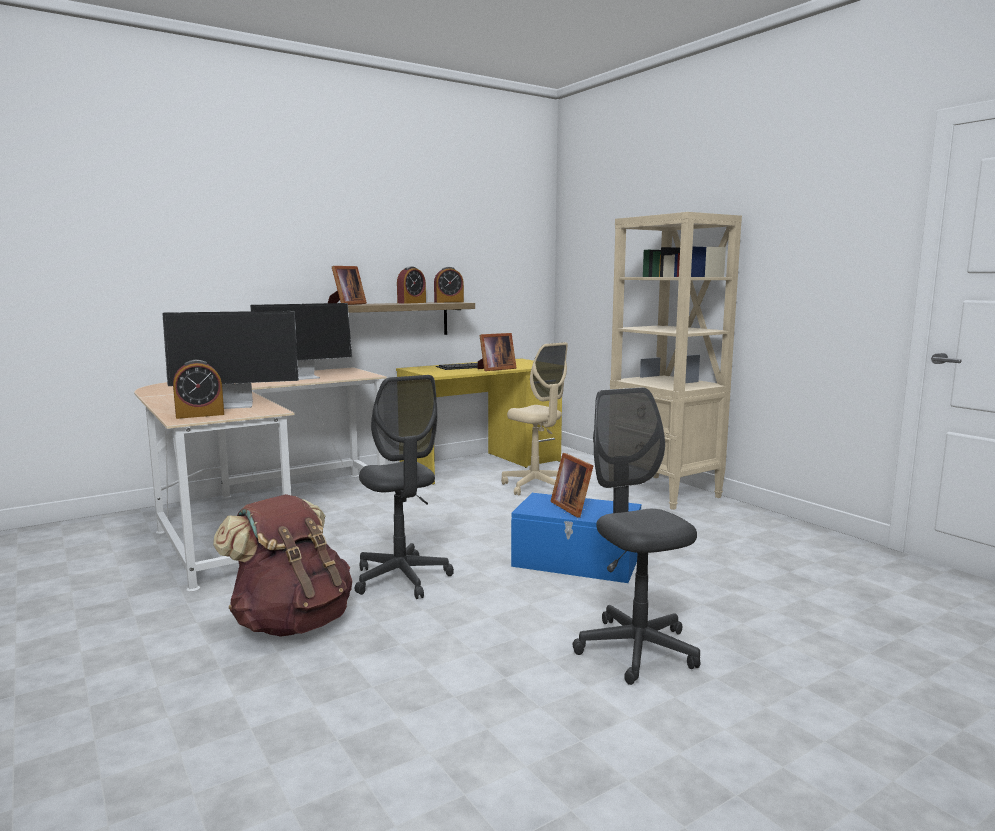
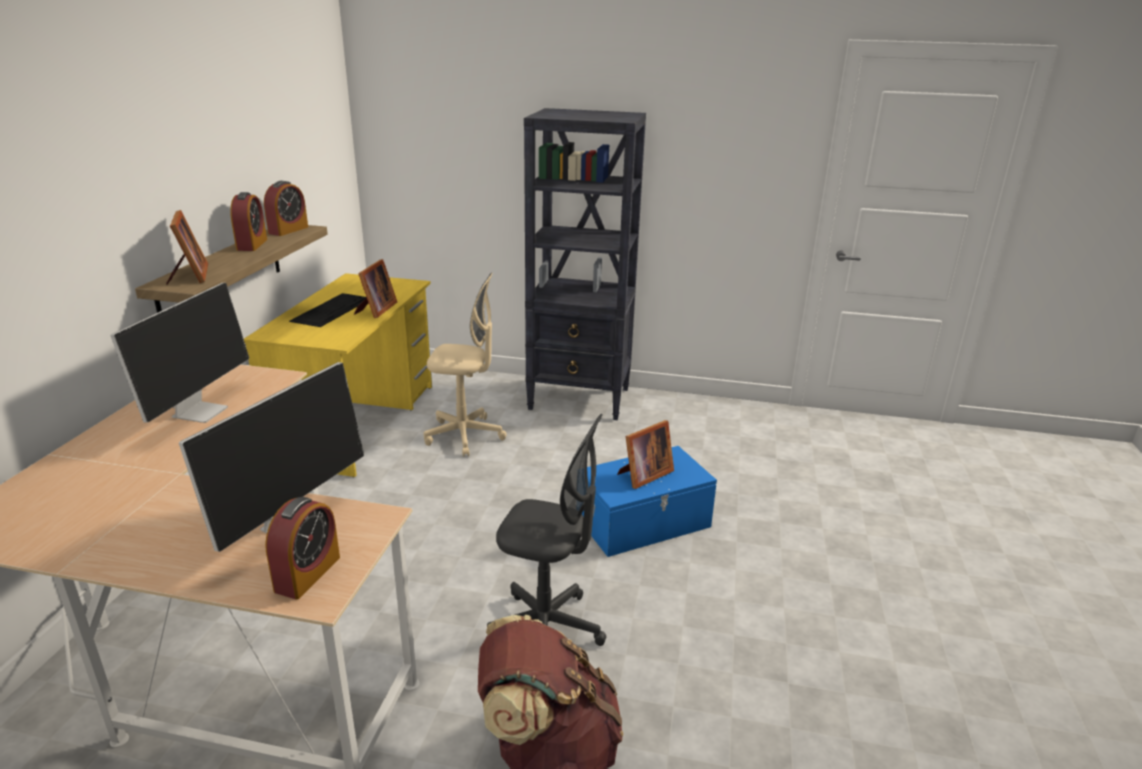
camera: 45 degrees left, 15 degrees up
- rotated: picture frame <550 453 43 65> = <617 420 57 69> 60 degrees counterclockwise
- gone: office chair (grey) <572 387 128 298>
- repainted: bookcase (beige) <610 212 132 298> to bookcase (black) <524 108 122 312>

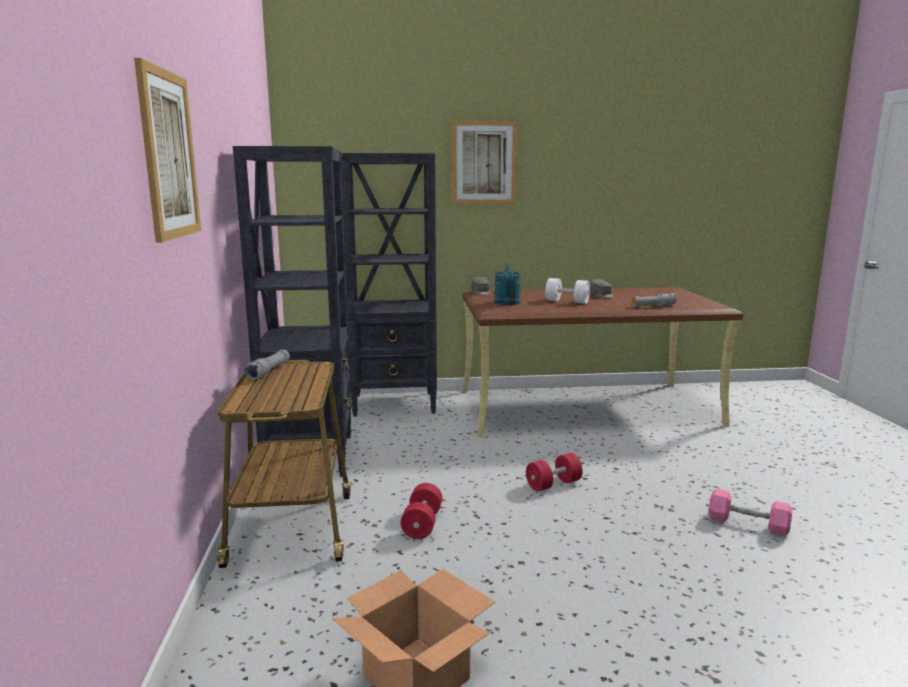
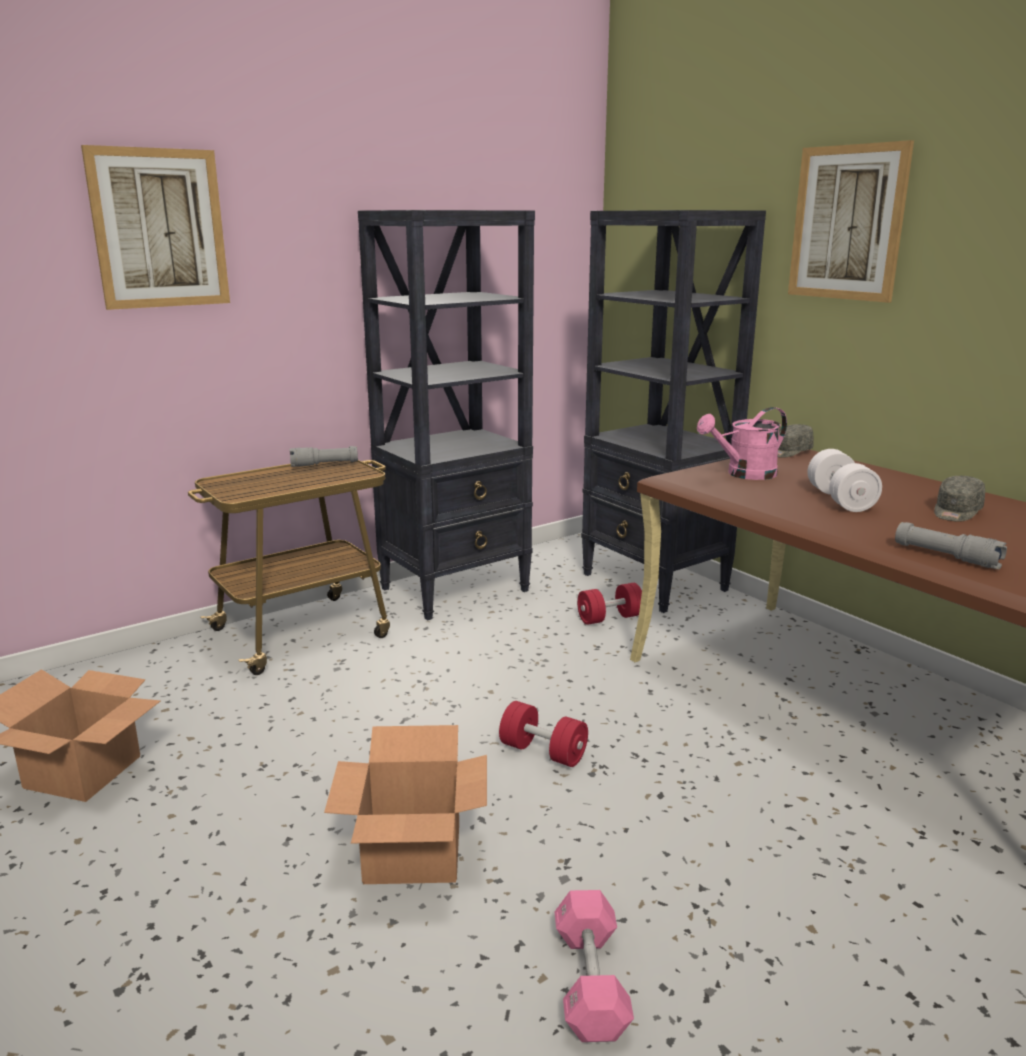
camera: 60 degrees right, 5 degrees up
- shifted: dumbbell (red) <400 483 42 56> to <577 583 65 42>
- repainted: watering can (turquoise) <494 264 27 41> to watering can (pink) <697 407 90 73>
- new: cardboard box <324 725 163 159>

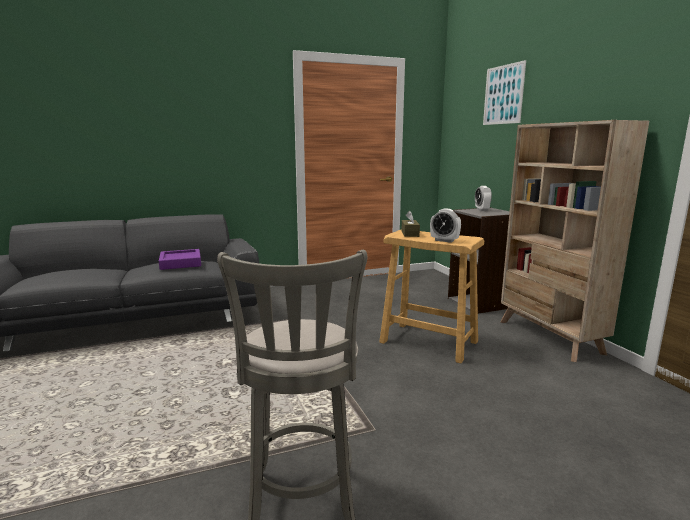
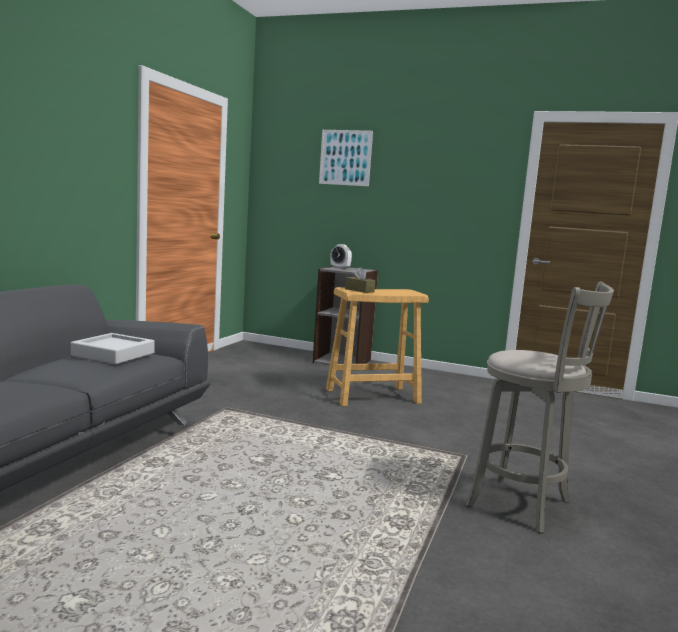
camera: 50 degrees left, 5 degrees down
- repainted: tray (purple) <159 249 42 21> to tray (grey) <71 333 84 31>
- gone: alarm clock <430 208 31 35>
- gone: bookcase (beige) <501 120 148 242>

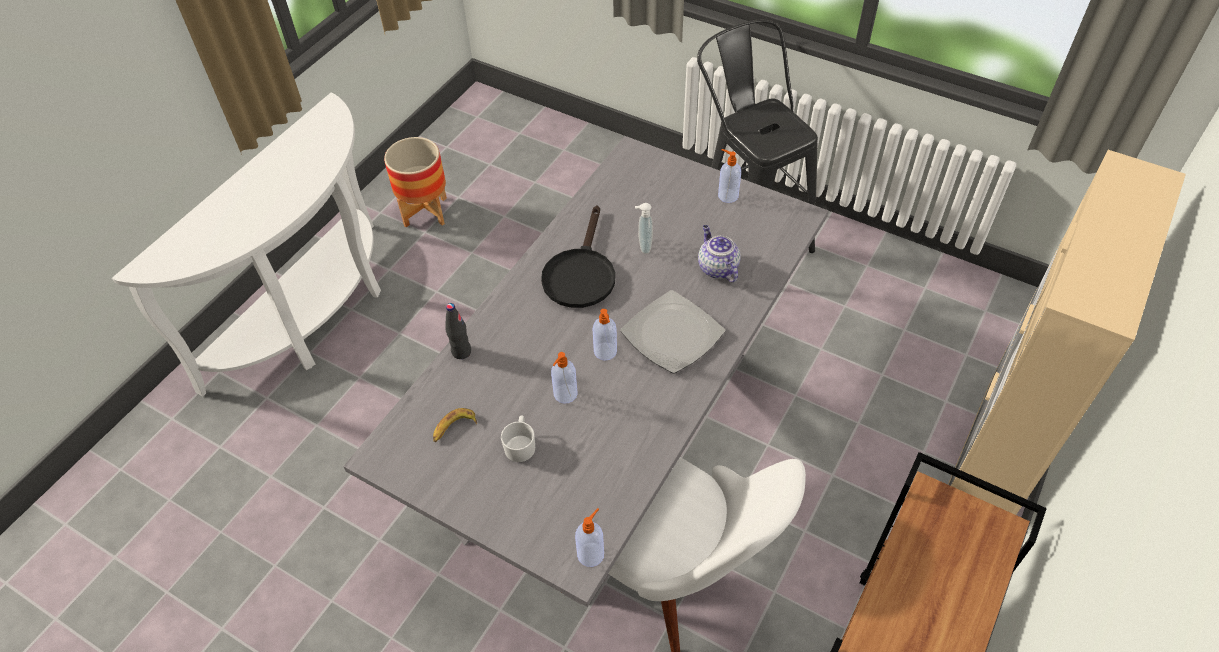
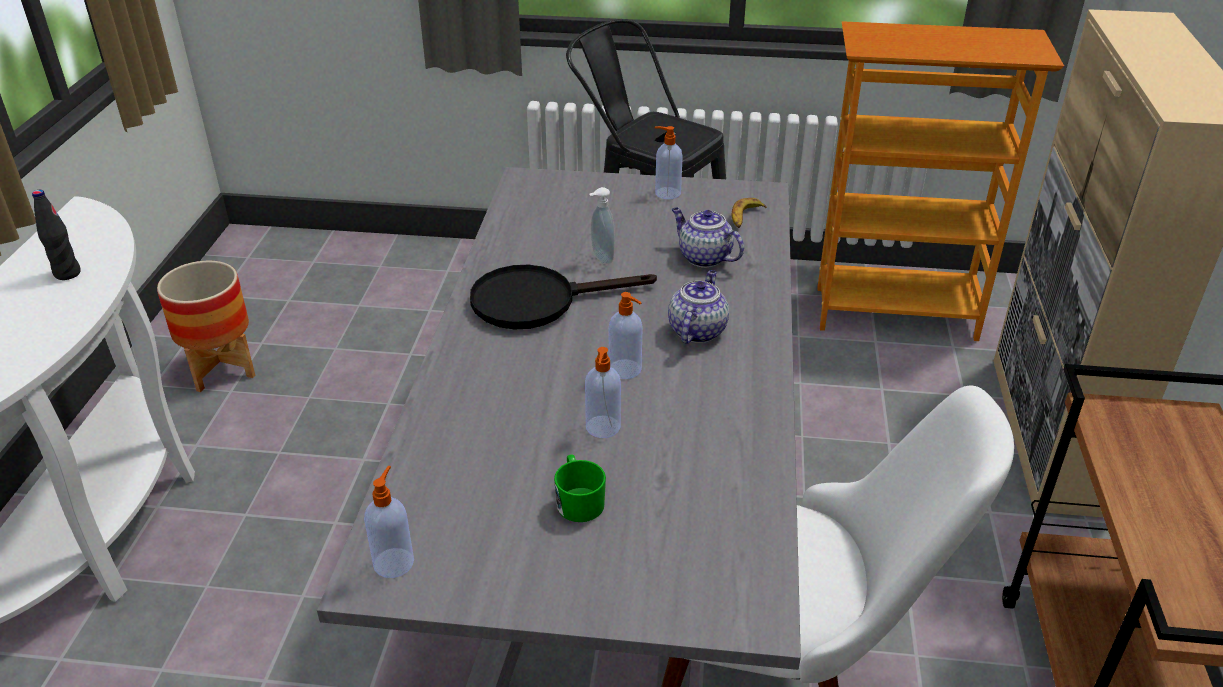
camera: 25 degrees left, 15 degrees down
- shifted: banana <433 408 44 34> to <732 198 35 30>
- shifted: bottle (black) <445 303 26 56> to <32 190 49 90>
- repainted: mug (white) <501 416 34 46> to mug (green) <554 454 52 68>
- rotated: frying pan (black) <541 205 74 103> = <470 265 187 64> 90 degrees clockwise
- shifted: soap dispenser <575 508 29 59> to <364 466 50 112>
- swapped: plate <620 290 105 83> to teapot <668 270 61 74>
- new: bookcase <817 21 247 320>

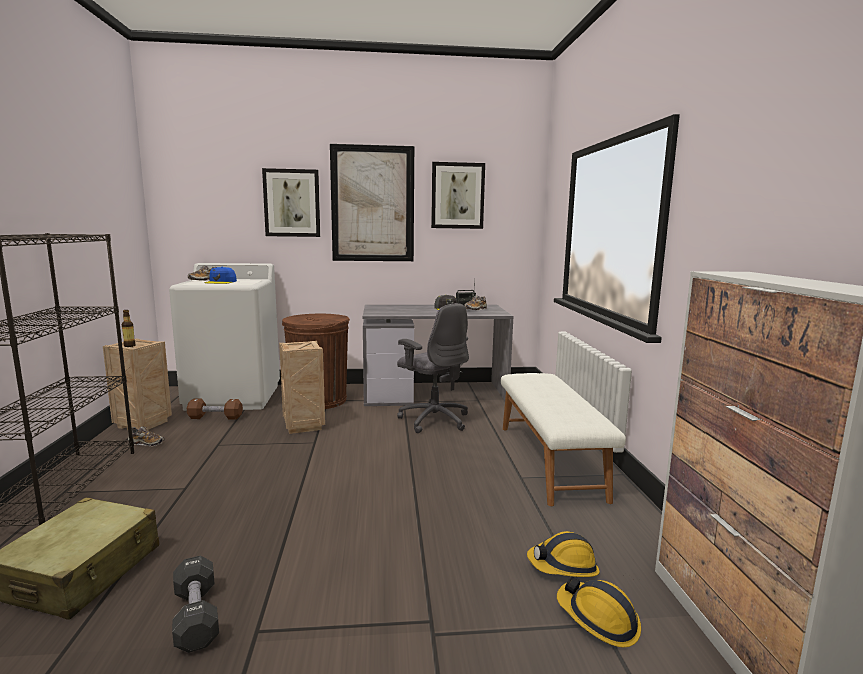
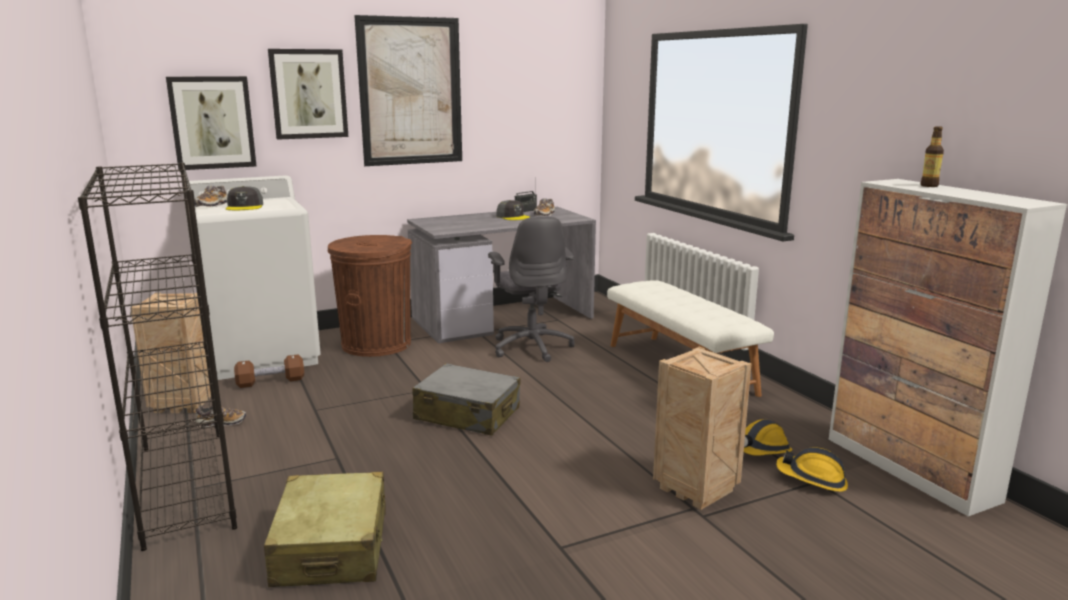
camera: 20 degrees left, 5 degrees up
- shifted: bottle <122 310 14 37> to <921 126 23 61>
- gone: dumbbell (black) <172 556 47 97>
- repainted: cap (blue) <204 267 33 17> to cap (grey) <226 186 37 24>
- shifted: crate <279 341 46 93> to <653 347 99 163>
- rotated: office chair (grey) <397 303 72 130> = <488 216 87 146> 45 degrees clockwise
- shifted: picture <431 162 54 67> to <166 76 90 94>
- new: suitcase (grey) <412 363 108 73>

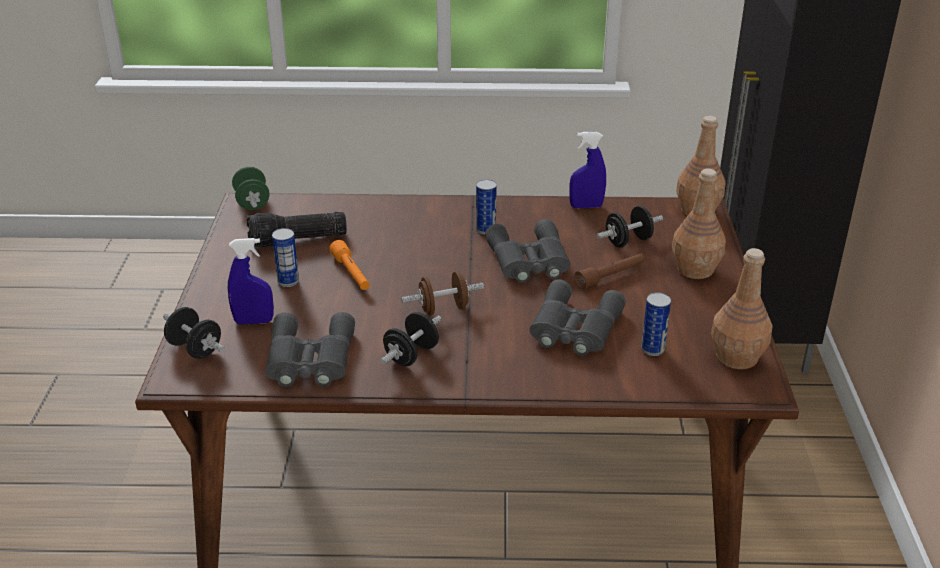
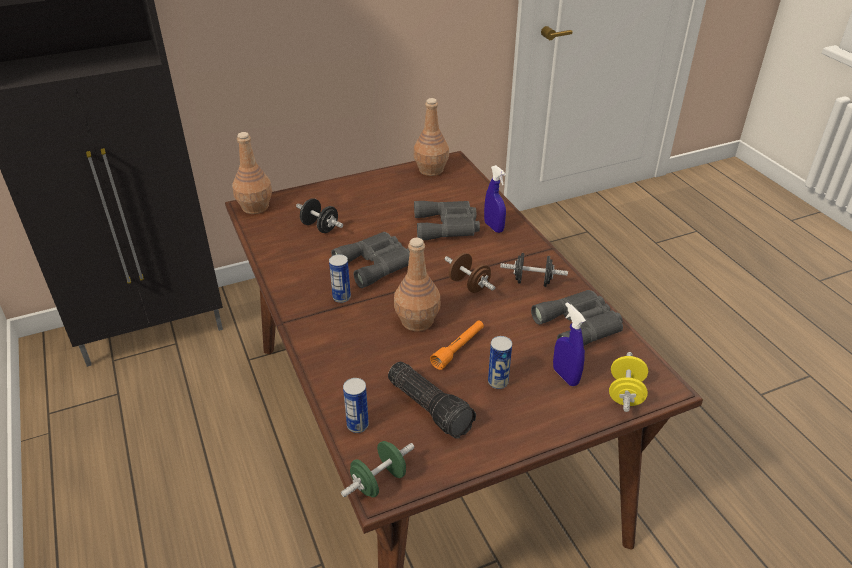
camera: 115 degrees left, 5 degrees up
- repainted: dumbbell (black) <163 307 62 52> to dumbbell (yellow) <609 352 39 60>
- shifted: spray bottle (blue) <570 132 36 76> to <484 165 22 68>
- gone: flashlight (brown) <574 253 71 36>
- shifted: can <641 292 30 64> to <343 378 26 55>
- shifted: bottle (brown) <672 168 54 111> to <394 238 46 93>

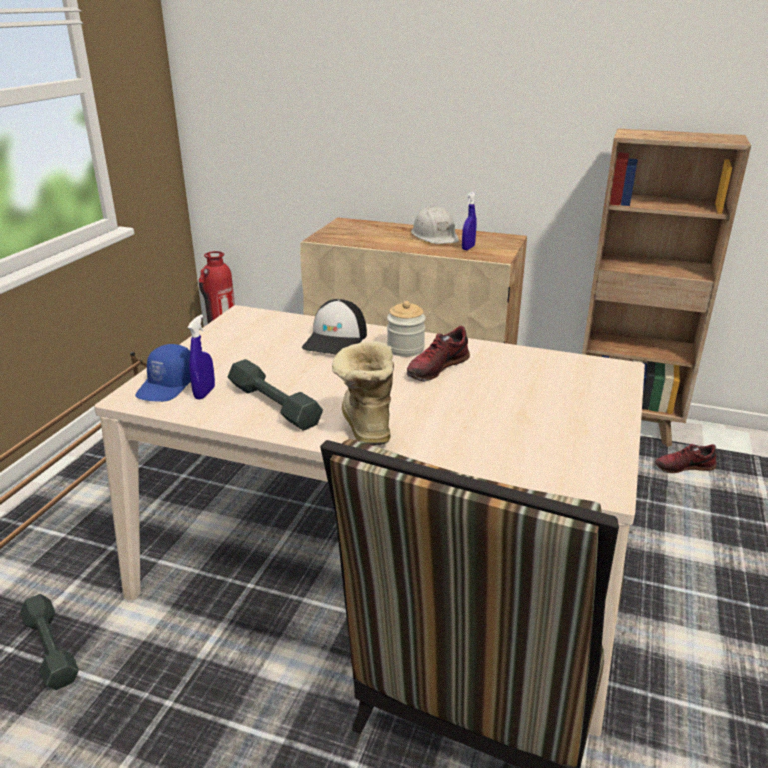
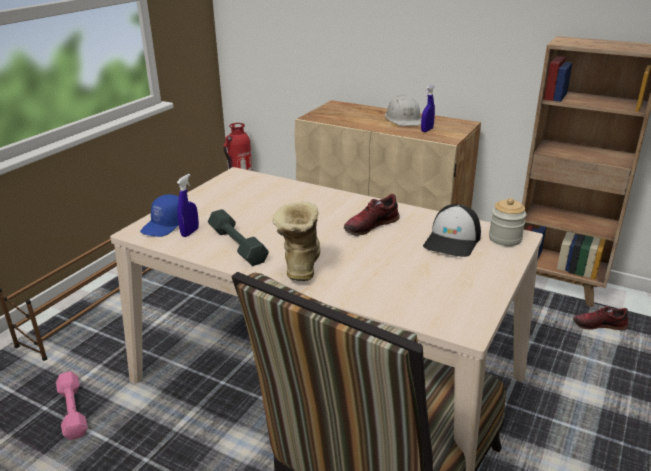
camera: 10 degrees right, 0 degrees up
- repainted: dumbbell (grey) <20 594 59 96> to dumbbell (pink) <56 371 32 69>
- shifted: cap <302 299 65 55> to <423 204 58 53>
- shifted: jar <387 301 39 56> to <489 198 38 48>

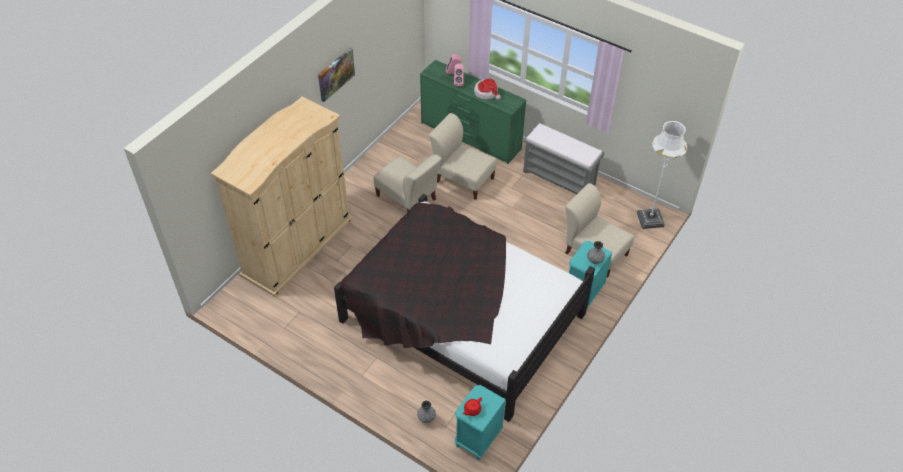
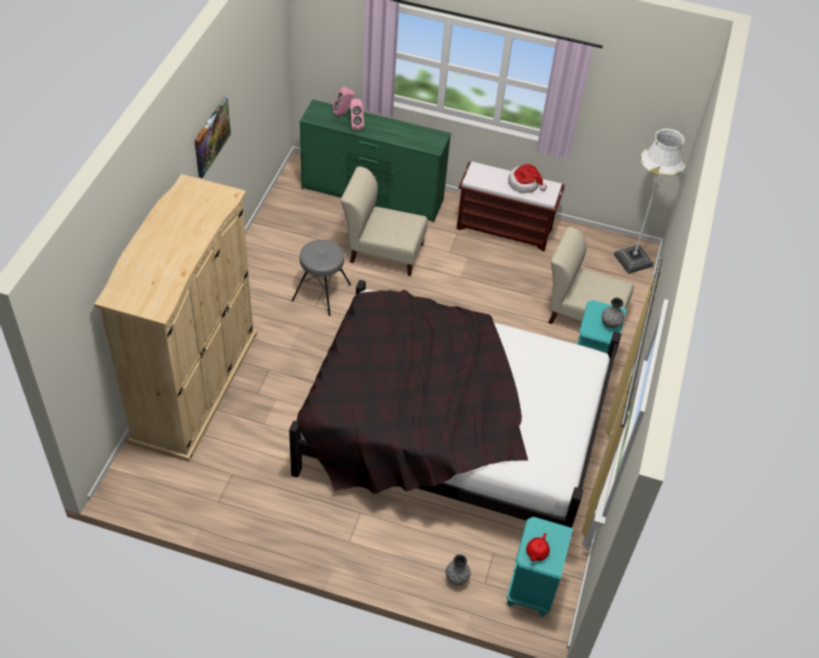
camera: 20 degrees left, 0 degrees up
- swapped: chair (beige) <374 155 68 57> to stool (grey) <291 240 60 76>
- shifted: hat <474 78 27 22> to <508 164 39 29>
- repainted: bench (grey) <523 123 82 71> to bench (brown) <456 161 109 90>

